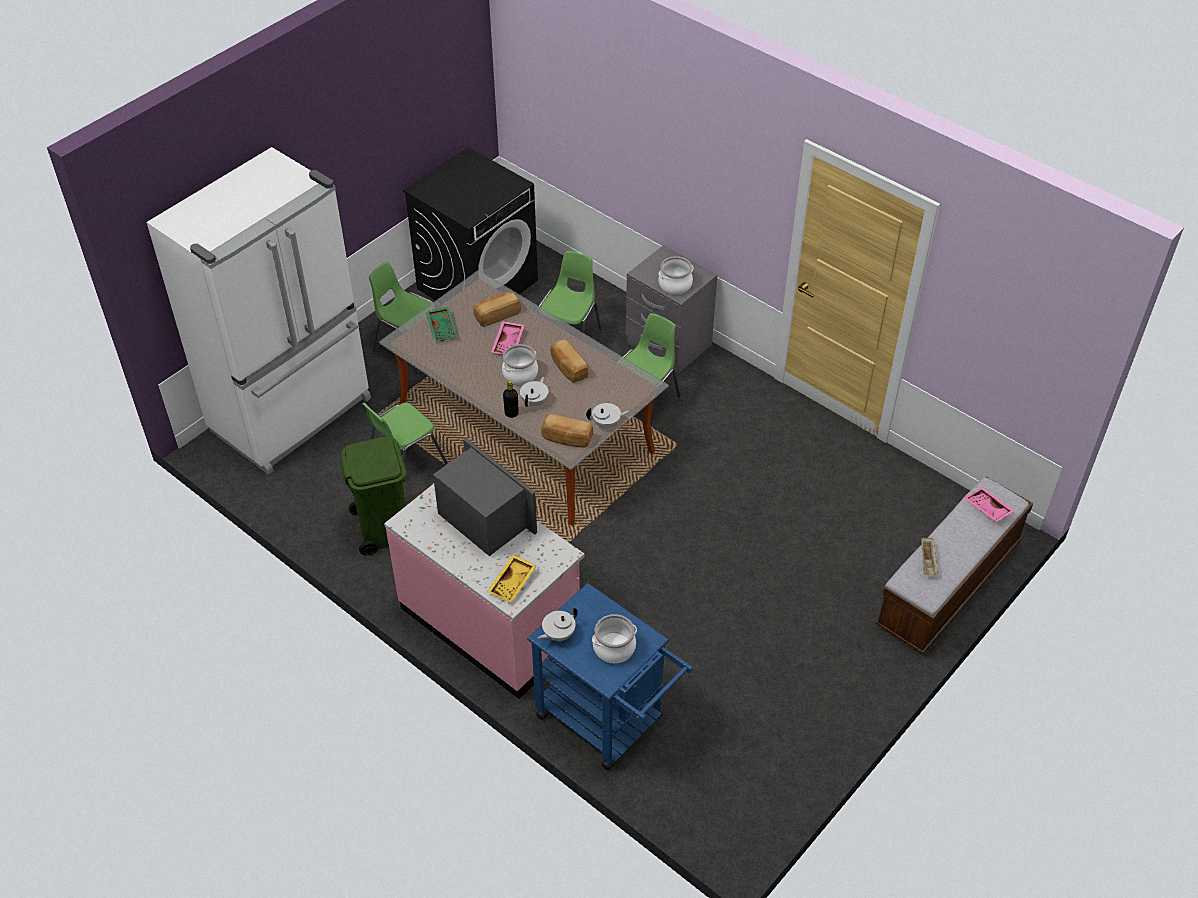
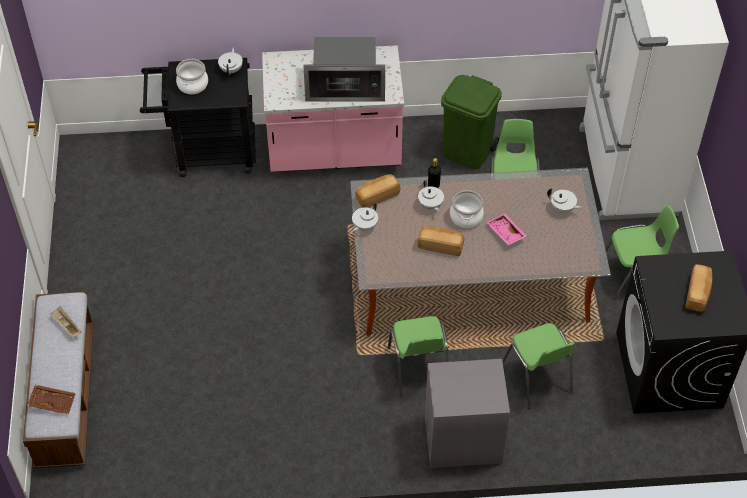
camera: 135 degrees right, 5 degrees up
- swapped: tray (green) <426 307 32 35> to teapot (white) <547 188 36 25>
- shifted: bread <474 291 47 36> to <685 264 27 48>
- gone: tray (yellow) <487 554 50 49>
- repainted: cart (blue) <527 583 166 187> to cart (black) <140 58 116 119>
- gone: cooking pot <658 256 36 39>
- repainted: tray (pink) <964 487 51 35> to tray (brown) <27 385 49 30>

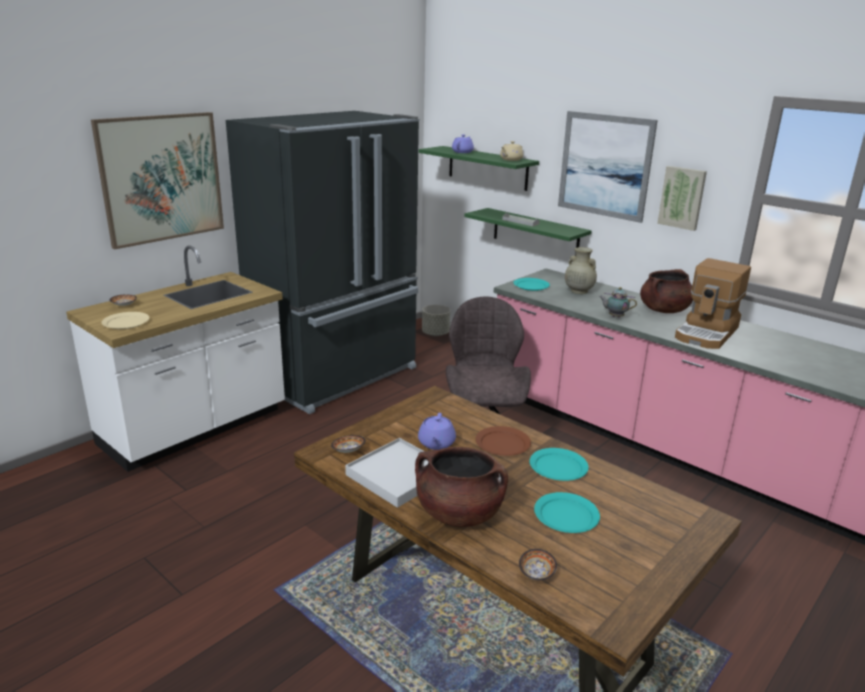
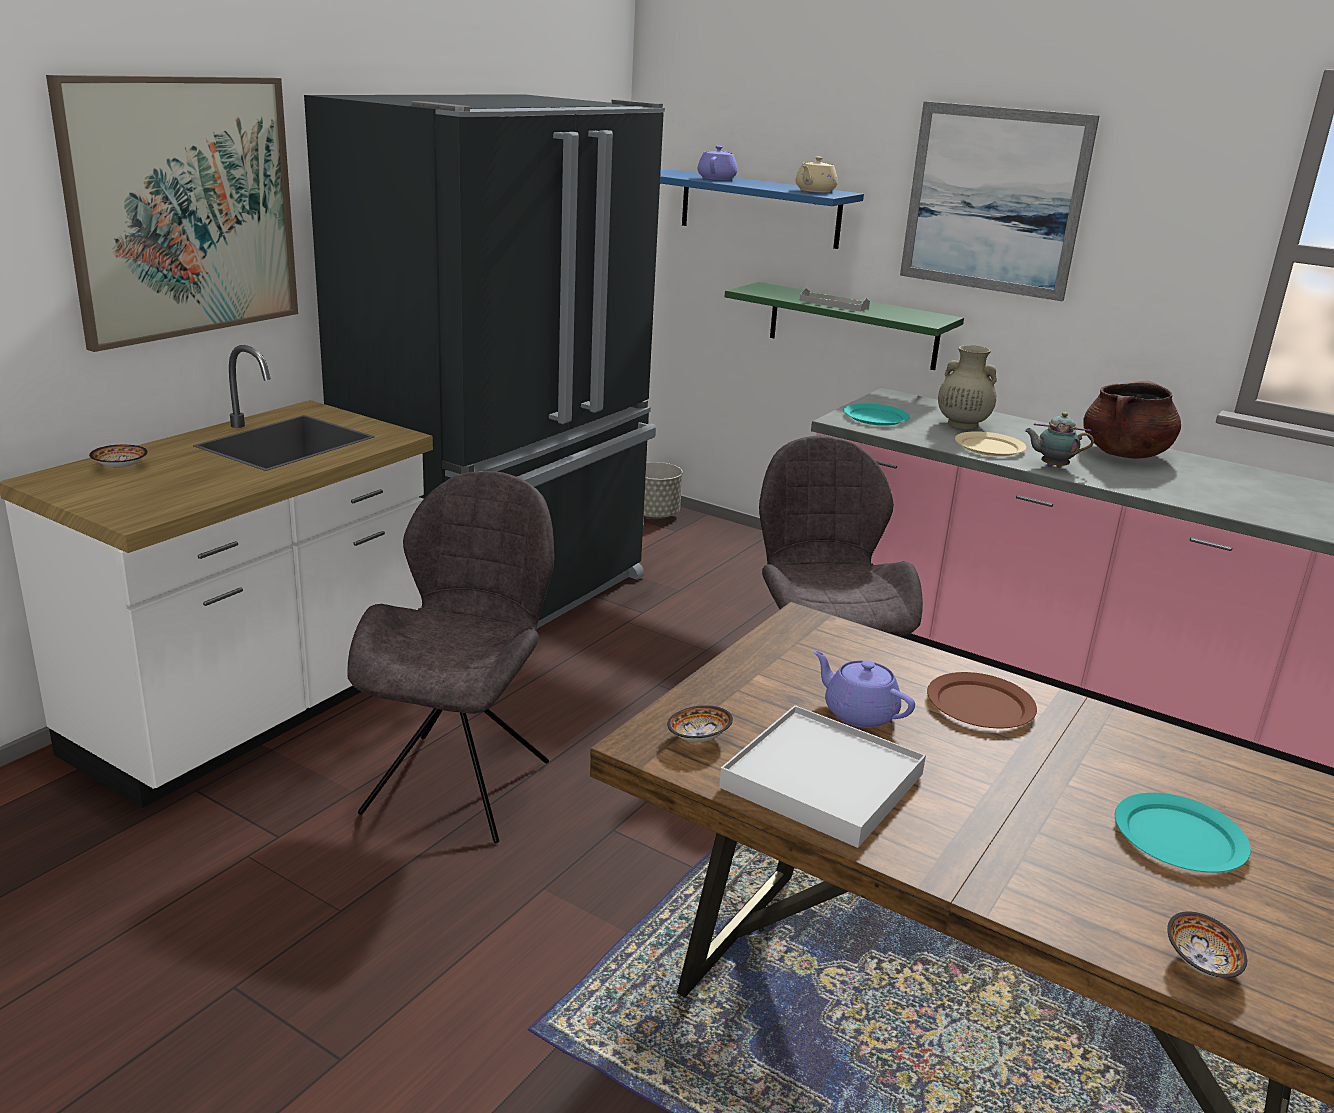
camera: 10 degrees left, 0 degrees up
- shifted: plate (beige) <101 312 49 17> to <955 431 71 25>
- gone: cooking pot (brown) <415 447 93 80>
- rotated: teapot (purple) <418 413 38 37> = <814 650 101 78> 135 degrees clockwise
- repainted: shelf (green) <419 146 120 45> to shelf (blue) <660 169 204 80>
- gone: plate (turquoise) <529 448 60 33>
- gone: picture <657 166 50 65>
- gone: coffee machine <675 258 76 91>
- new: chair (grey) <347 471 207 372>

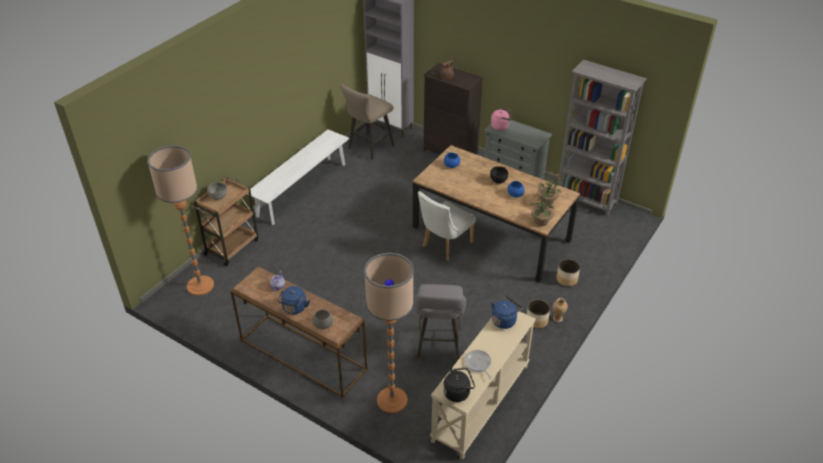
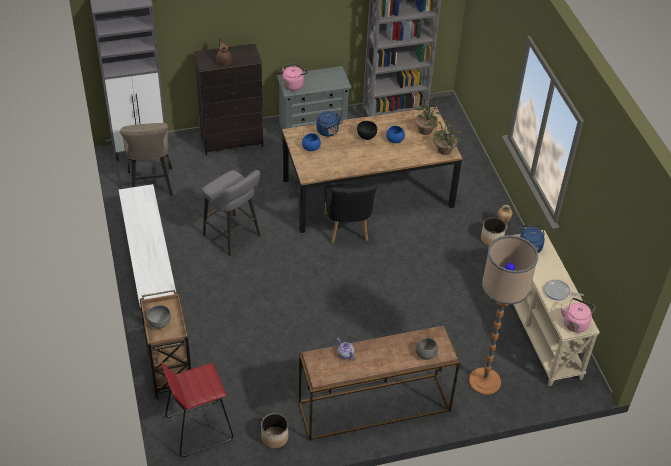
camera: 50 degrees left, 5 degrees up
- swapped: floor lamp <147 145 67 151> to stool (red) <161 362 72 95>
- shifted: kettle (blue) <277 286 33 28> to <316 111 27 26>
- shifted: stool (grey) <414 284 52 76> to <202 170 58 86>
- repainted: chair (white) <418 191 58 70> to chair (black) <324 183 53 60>
- repainted: kettle (black) <443 368 32 34> to kettle (pink) <561 298 35 35>
- shifted: planter <557 259 23 27> to <261 413 27 35>

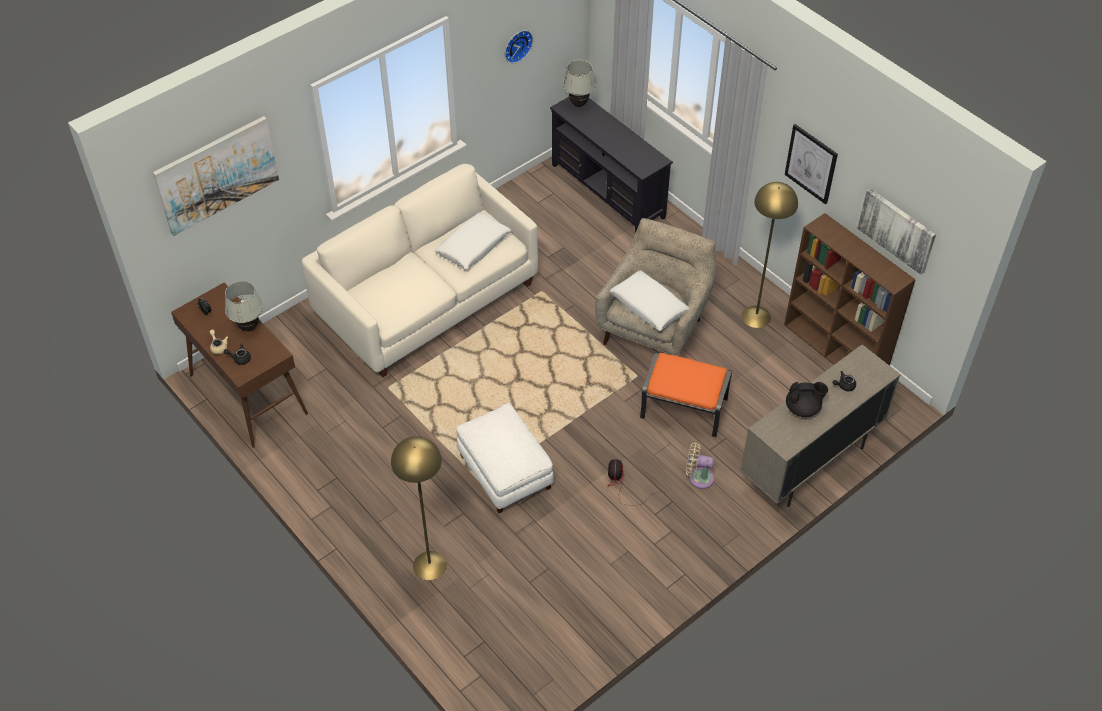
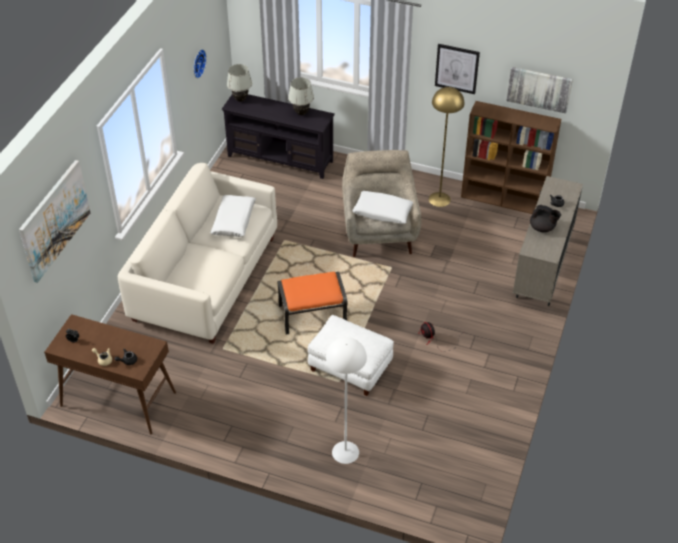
camera: 30 degrees left, 5 degrees down
- shifted: table lamp (white) <225 281 38 50> to <288 77 26 38>
- repainted: floor lamp (yellow) <391 436 56 144> to floor lamp (white) <326 337 41 127>
- shifted: ottoman (orange) <640 352 92 85> to <277 272 71 63>
- gone: fan (beige) <686 443 28 46>
- rotated: teapot (black) <786 382 42 35> = <530 205 31 27> 60 degrees clockwise

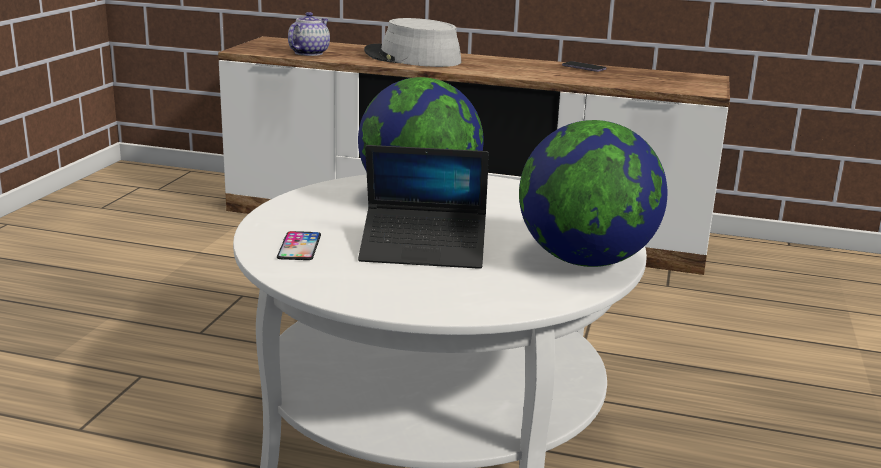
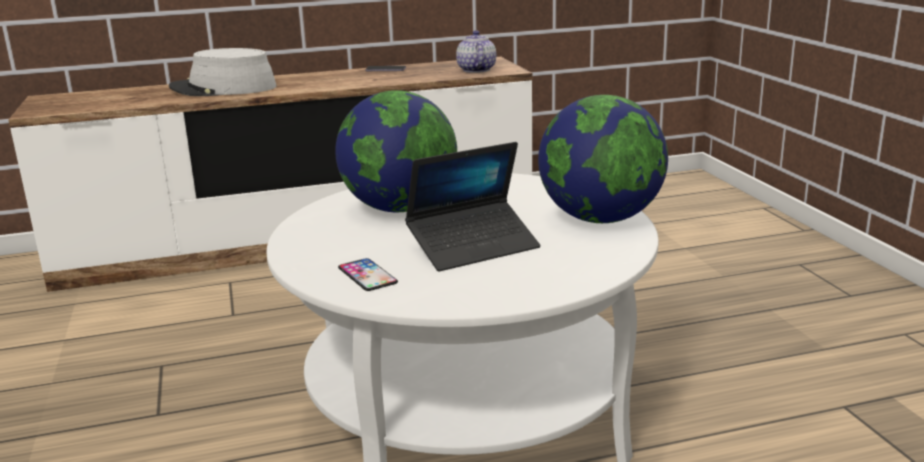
camera: 30 degrees left, 0 degrees up
- shifted: teapot <288 12 42 44> to <456 30 40 43>

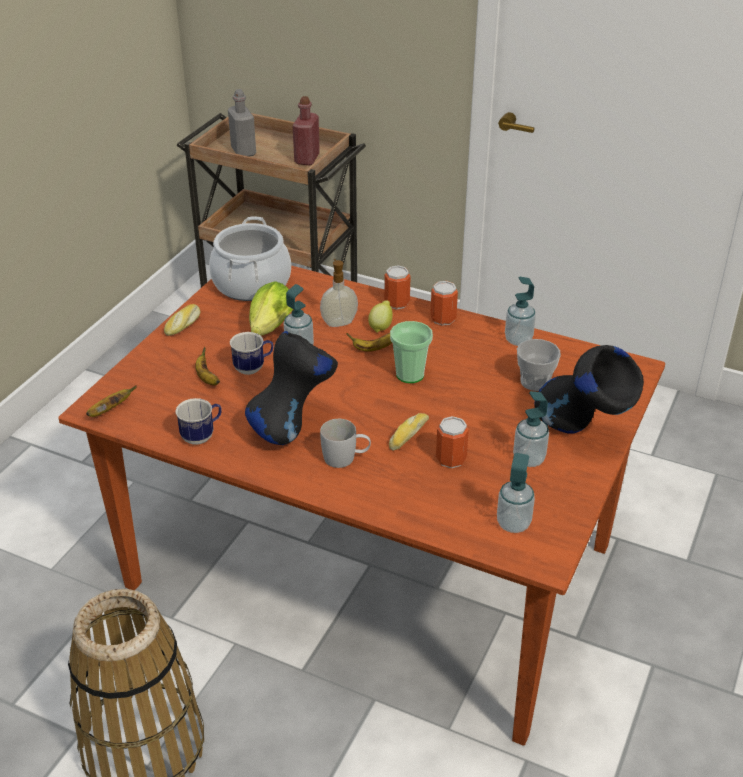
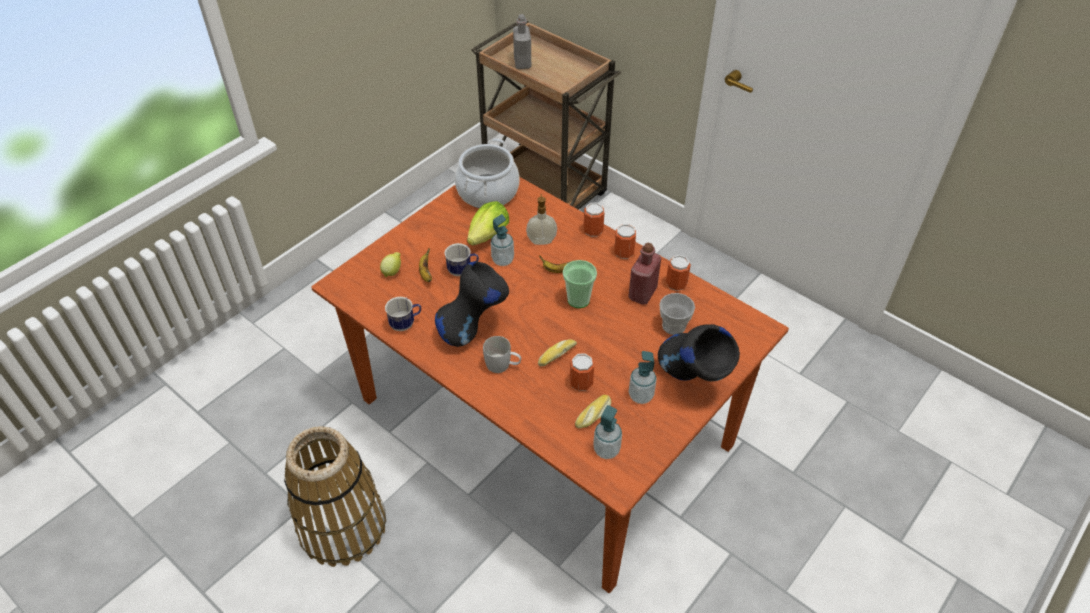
camera: 15 degrees right, 10 degrees up
- gone: banana <86 385 51 32>
- shifted: bread <164 304 37 32> to <575 395 36 33>
- shifted: bottle (red) <292 96 28 70> to <628 242 33 62>
- shifted: lemon <368 300 25 33> to <380 252 21 25>
- swapped: soap dispenser <505 277 31 69> to can <666 255 25 36>

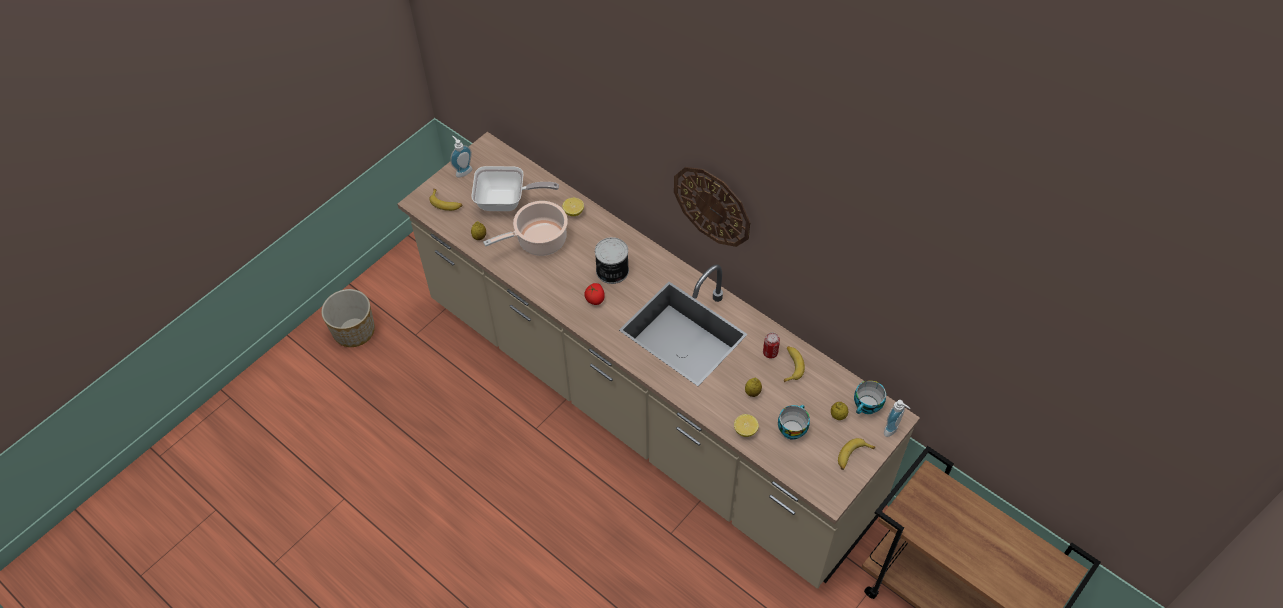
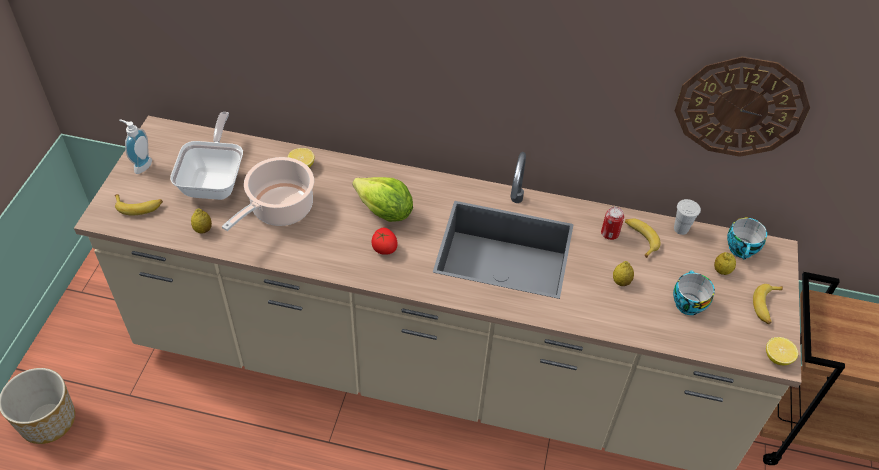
camera: 30 degrees left, 5 degrees down
- rotated: frying pan <471 166 88 45> = <170 112 73 88> 60 degrees counterclockwise
- swapped: can <595 237 34 47> to lettuce <352 177 61 45>
- shifted: wall clock <674 167 76 80> to <675 56 135 101>
- shifted: lemon <734 414 25 23> to <766 337 32 28>
- gone: soap dispenser <884 400 26 37>
- new: cup (white) <674 199 27 36>

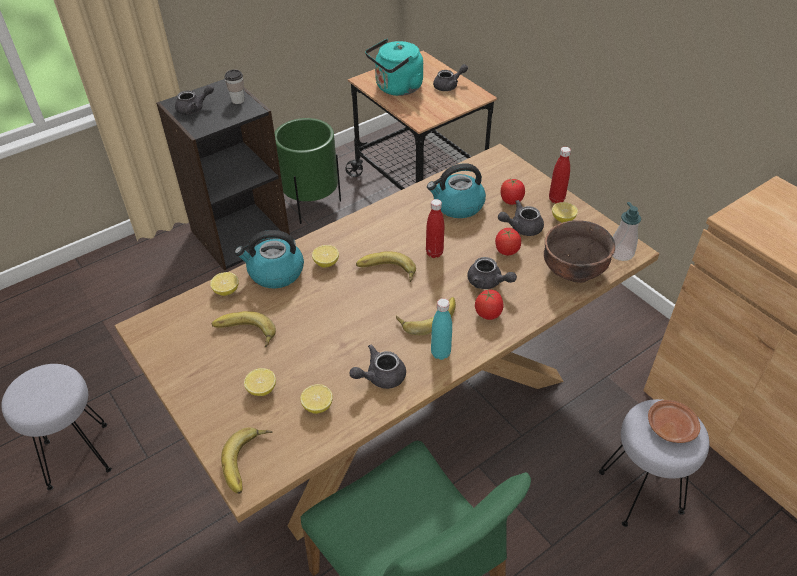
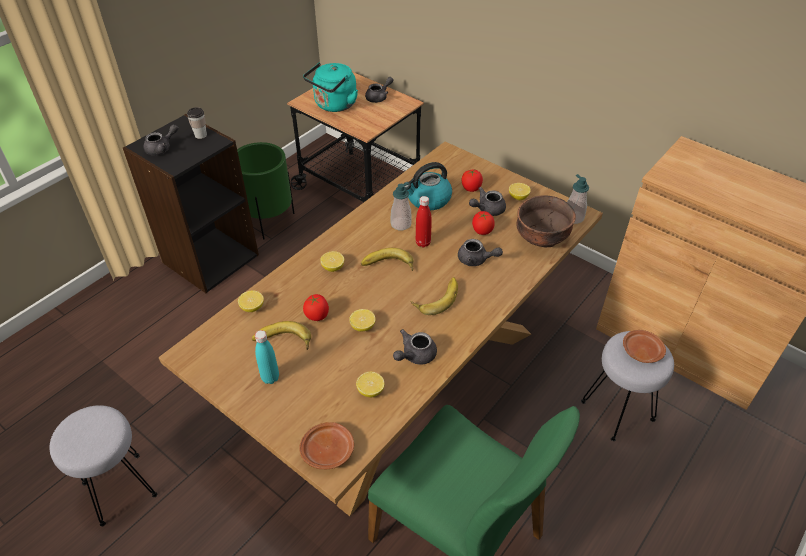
camera: 15 degrees left, 0 degrees up
- swapped: banana <221 427 51 67> to plate (brown) <299 422 55 47>
- gone: kettle <235 230 69 58>
- shifted: lemon <244 368 32 28> to <349 309 26 23>
- shifted: bottle (turquoise) <431 298 21 62> to <255 330 24 54>
- shifted: tomato <475 289 29 31> to <303 294 26 27>
- gone: bottle (red) <549 147 22 56>
- new: soap dispenser <391 182 21 49>

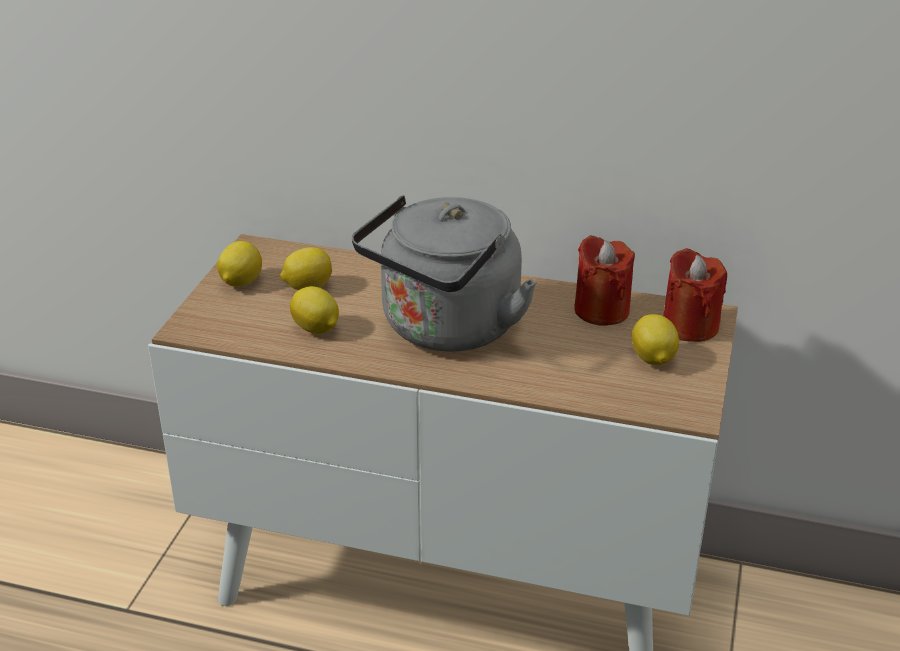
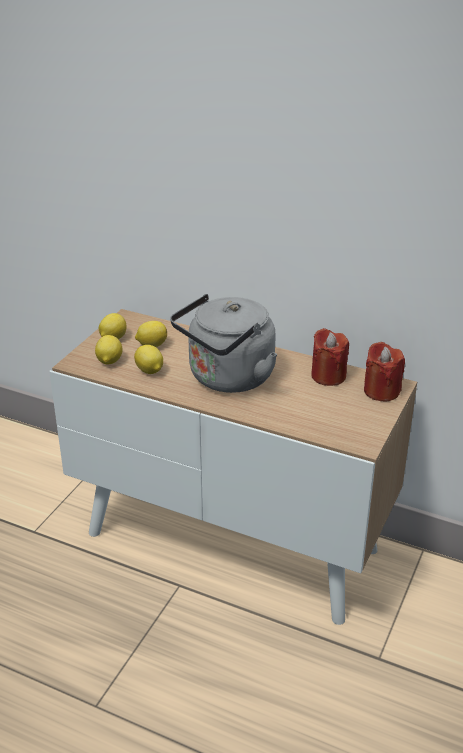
camera: 10 degrees right, 0 degrees up
- shifted: lemon <632 314 47 51> to <95 335 28 30>

